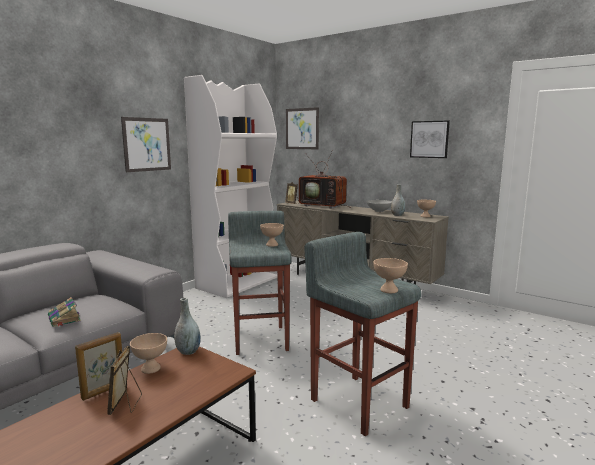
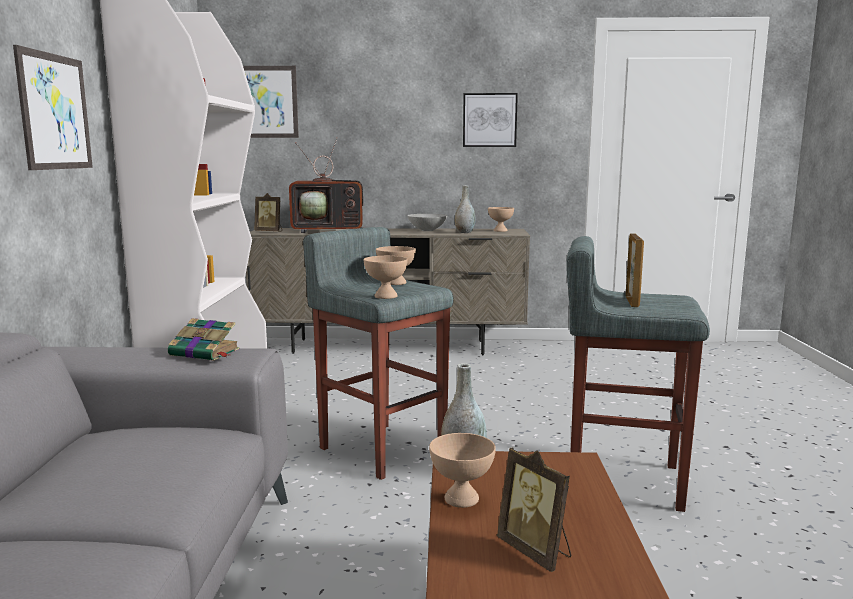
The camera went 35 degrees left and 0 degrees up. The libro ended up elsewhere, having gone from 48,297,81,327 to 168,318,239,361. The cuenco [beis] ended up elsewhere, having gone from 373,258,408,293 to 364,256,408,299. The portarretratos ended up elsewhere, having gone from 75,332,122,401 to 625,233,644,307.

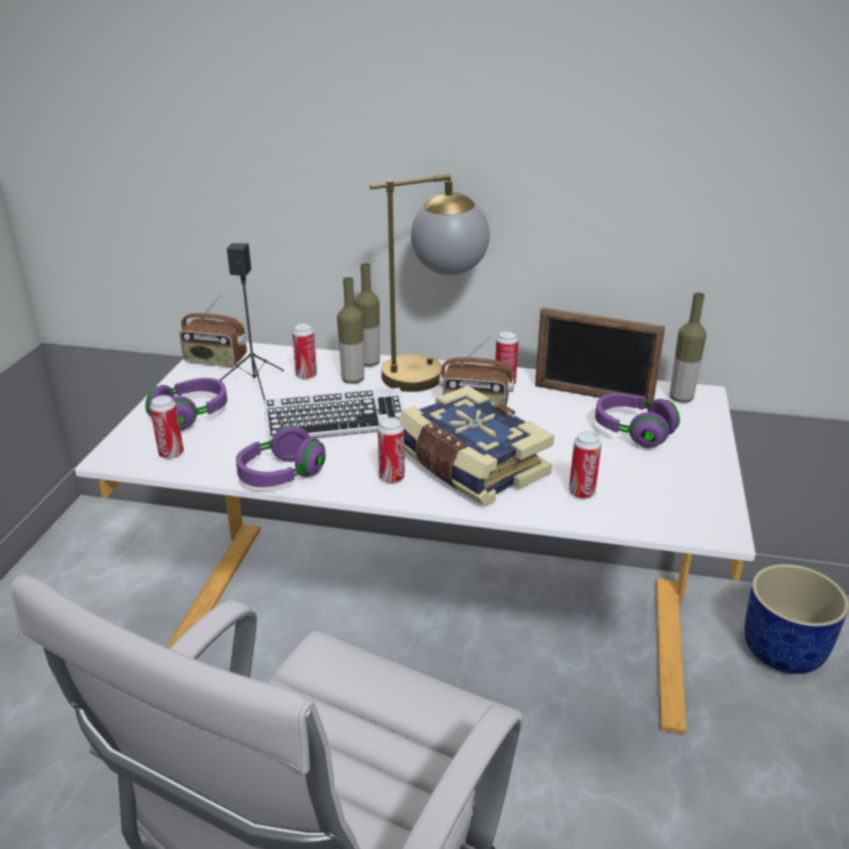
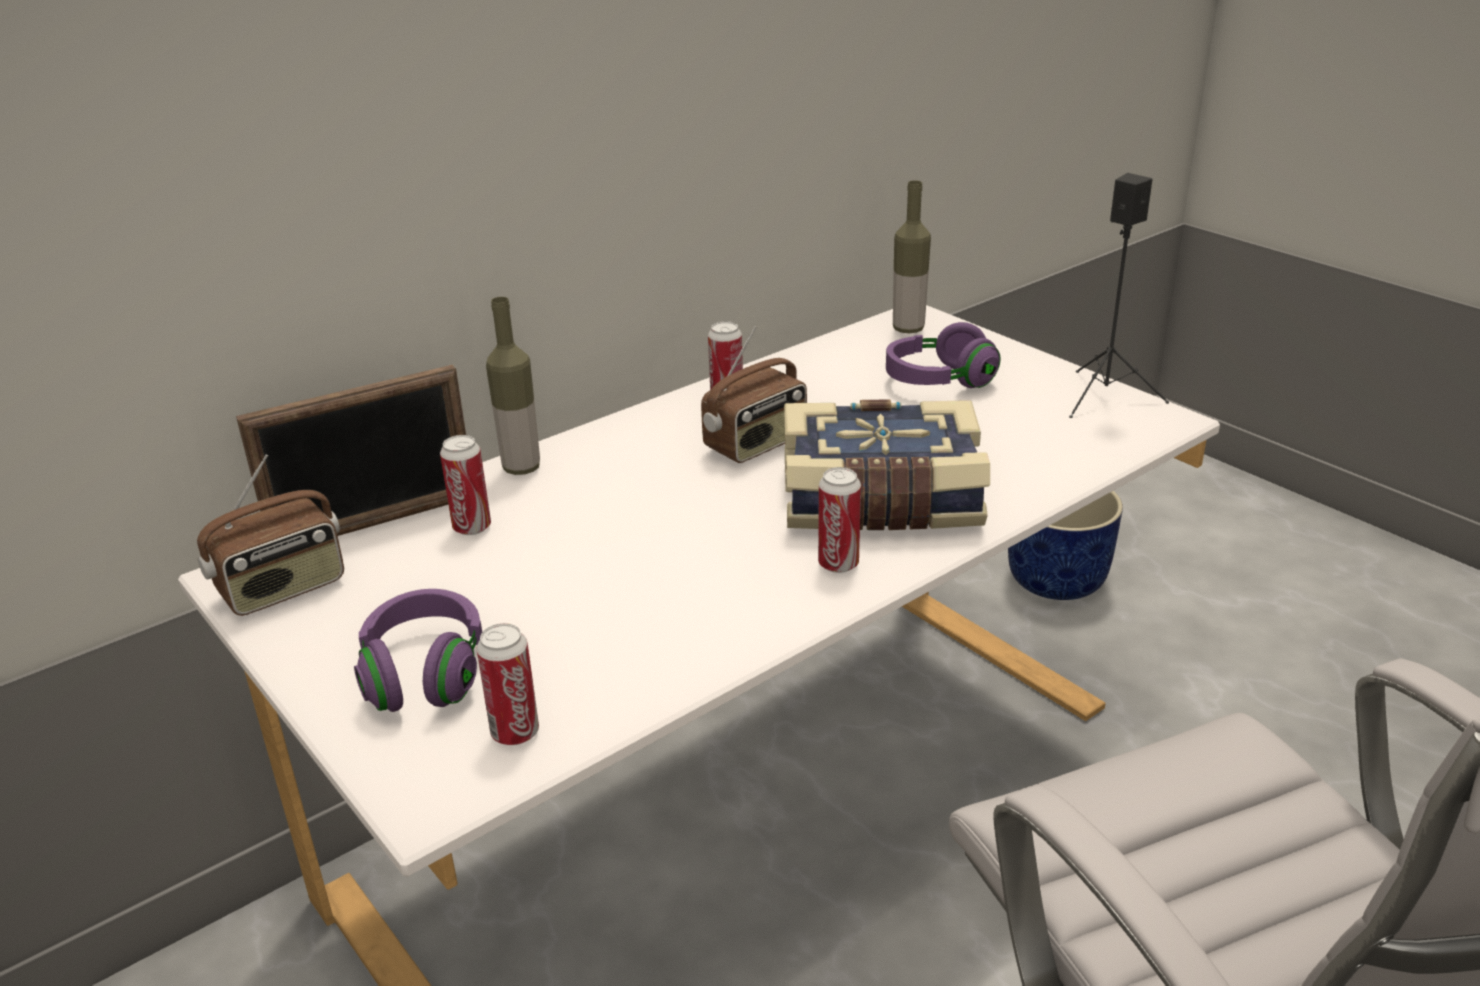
The camera went 50 degrees left and 0 degrees up. The portarretratos ended up elsewhere, having gone from 535,308,665,407 to 236,365,466,536. The altavoz [negro] ended up elsewhere, having gone from 220,243,284,403 to 1069,173,1169,418. The second view lost the auriculares [morado] at 236,425,326,487. The second view lost the teclado at 265,388,405,442. The second view lost the botella at 337,277,364,384. The second view lost the lámpara de mesa at 370,174,490,392. The second view lost the lata at 569,431,601,499.

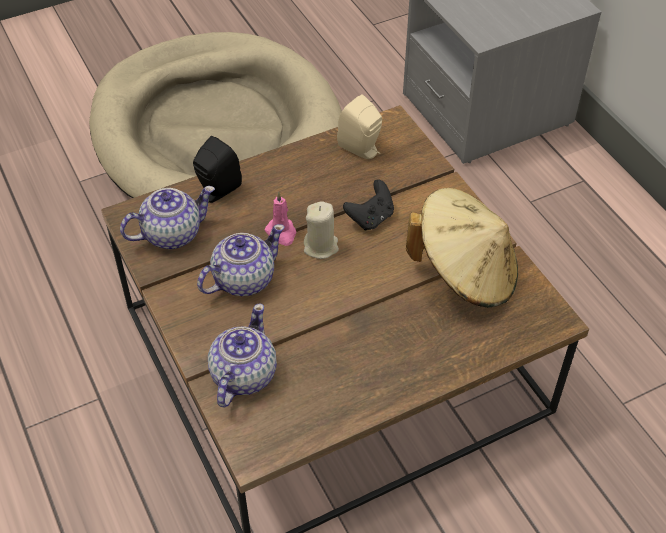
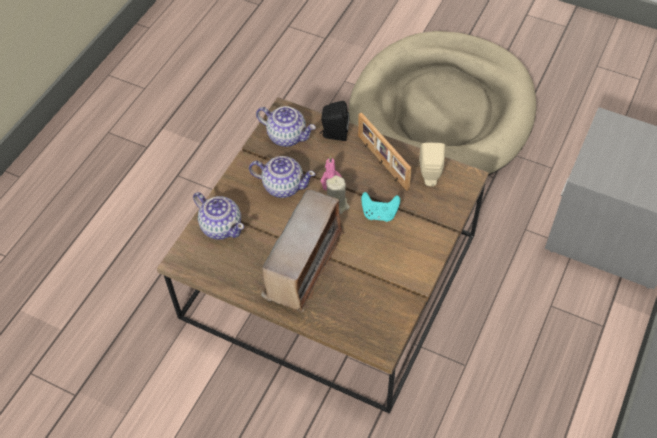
The camera went 55 degrees right and 5 degrees up. The tetera at 208,303,277,408 ended up facing another way, 60 degrees clockwise from before. The second view gained the radio at 261,186,345,313. The second view gained the portarretratos at 358,113,412,191. What was the mando de consola [negro] at 343,179,394,231 turned into the mando de consola [turquesa] at 361,192,400,222. The second view lost the sombrero [beis] at 406,188,518,308.

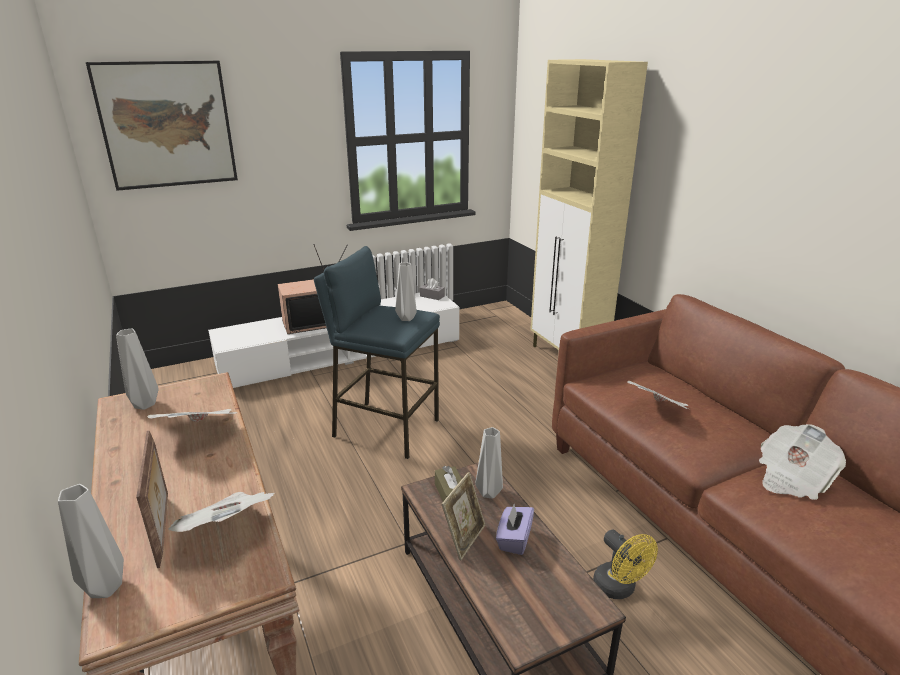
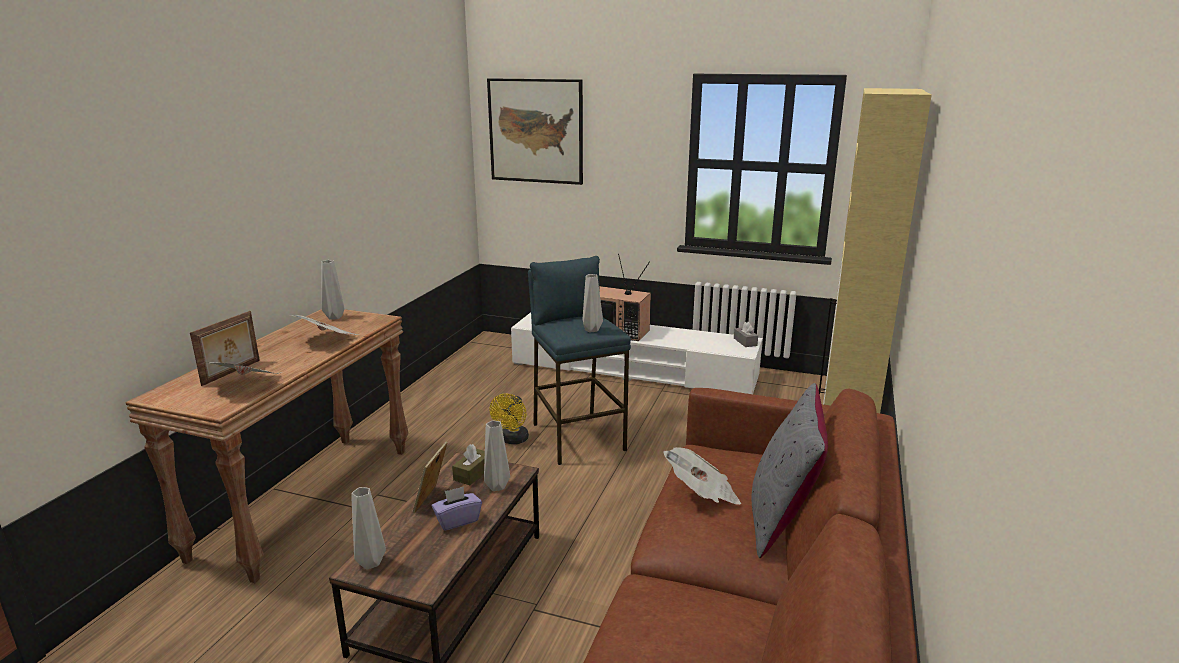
The camera went 45 degrees right and 5 degrees down. The florero [gris] ended up elsewhere, having gone from 58,484,124,598 to 351,487,386,569. The portarretratos at 442,472,485,560 ended up facing another way, 120 degrees clockwise from before. The ventilador [amarillo] ended up elsewhere, having gone from 593,529,658,599 to 490,394,529,444. The second view gained the cojín [gris] at 751,383,828,558. The second view lost the periódico at 759,424,846,500.

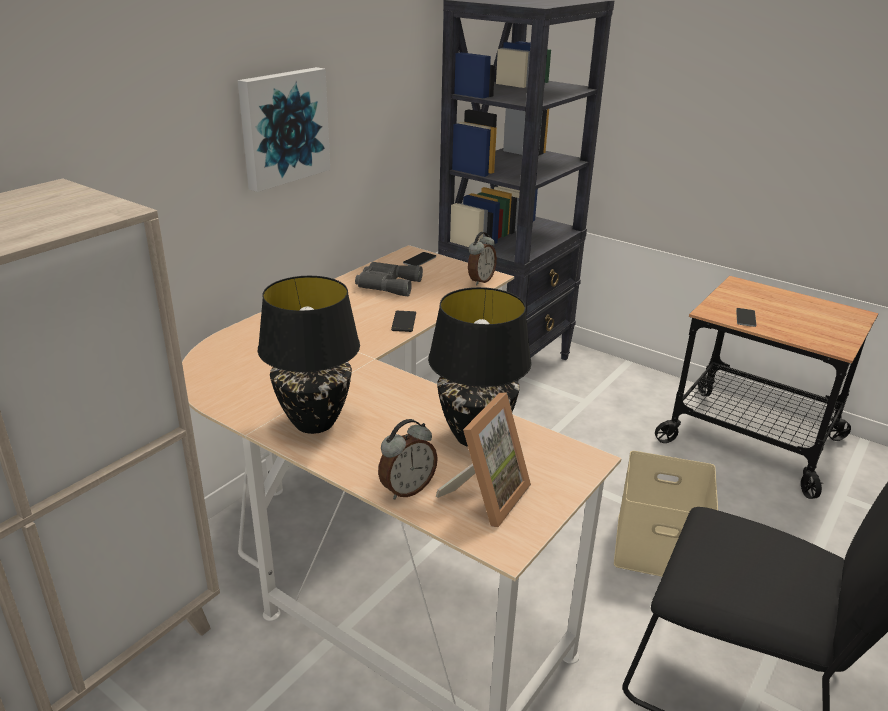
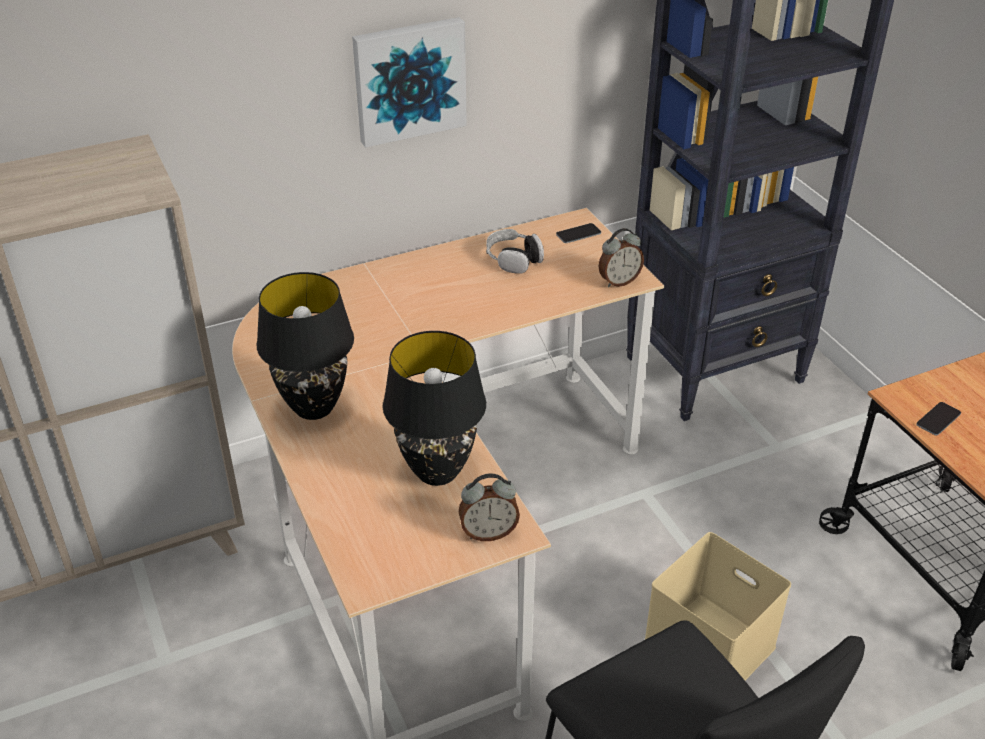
The camera went 30 degrees right and 10 degrees up. The despertador ended up elsewhere, having gone from 378,419,438,500 to 459,473,520,541. Where the prismáticos [gris] stood at 355,262,423,296, the auriculares came to stand at 486,229,544,274. The second view lost the móvil at 391,311,416,332. The second view lost the portarretratos at 436,393,531,527.

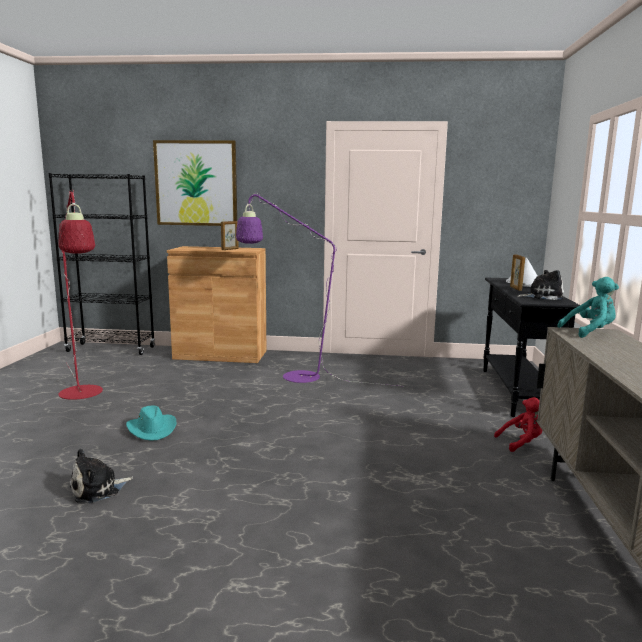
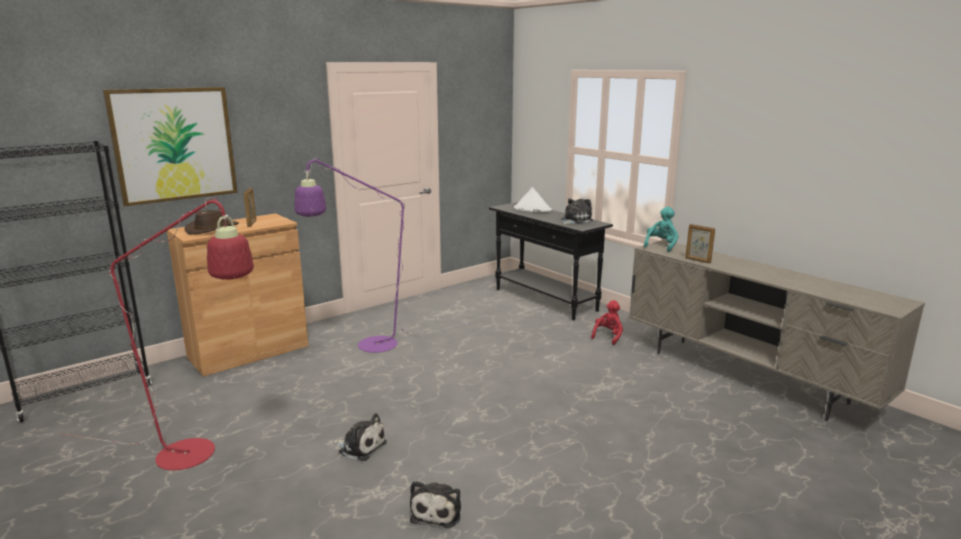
The camera went 45 degrees left and 5 degrees up. The second view gained the sombrero [marrón] at 184,210,239,235. Where the sombrero [turquesa] stood at 126,406,176,440, the peluche came to stand at 333,413,387,461. The portarretratos ended up elsewhere, having gone from 510,254,525,291 to 685,224,715,263.

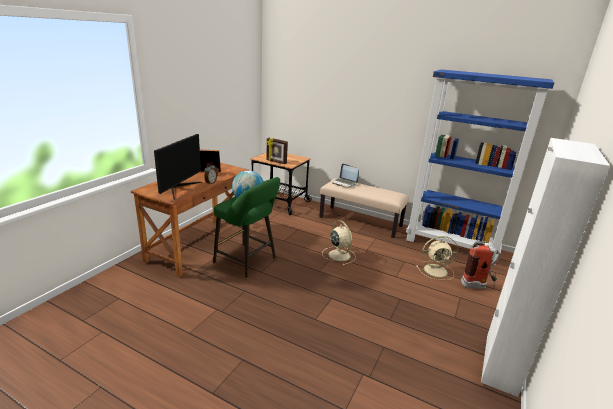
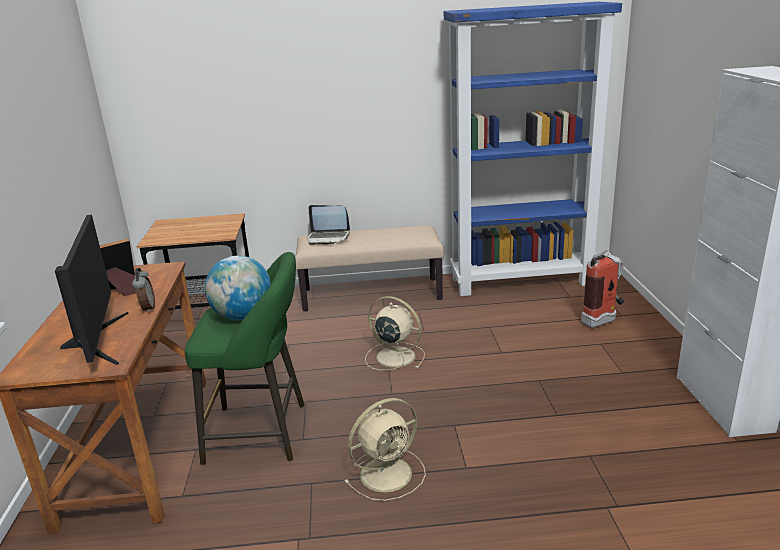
The camera went 30 degrees left and 0 degrees up. The ventilador [beis] ended up elsewhere, having gone from 416,236,458,280 to 344,398,426,501. The second view lost the portarretratos at 266,138,288,164.

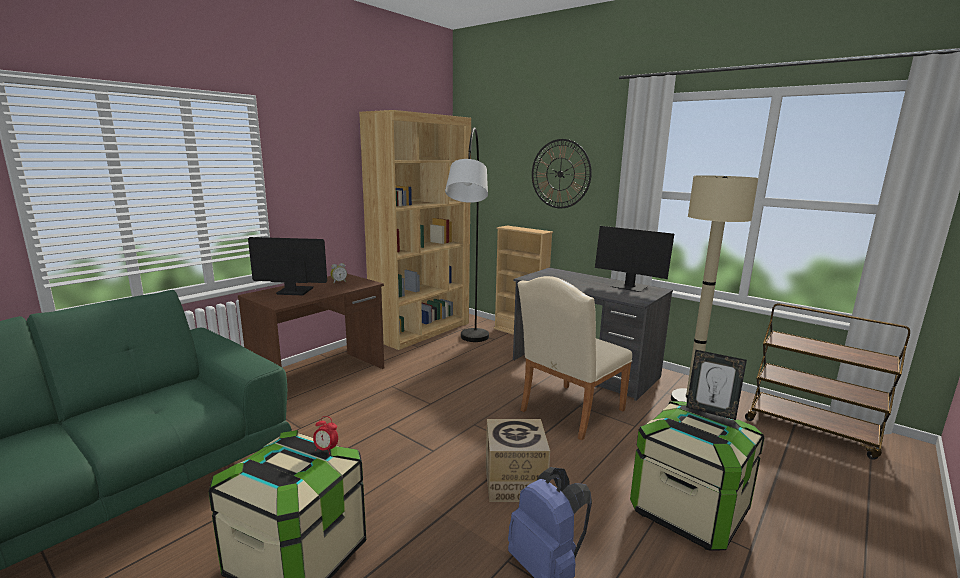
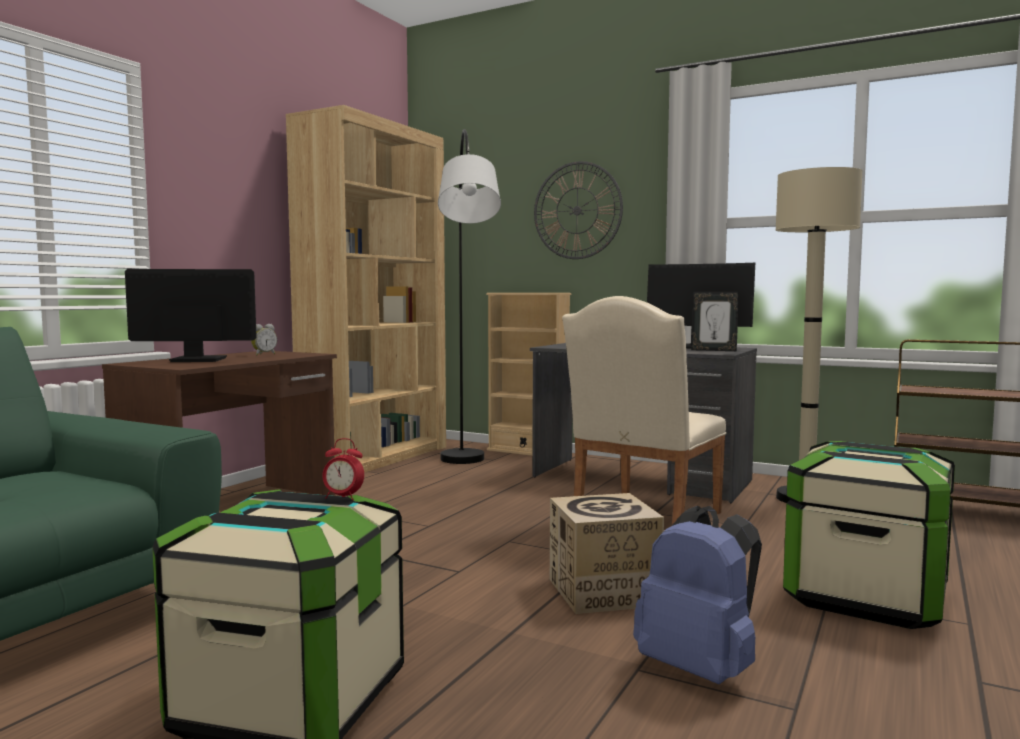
The camera went 10 degrees left and 10 degrees down. The portarretratos ended up elsewhere, having gone from 686,350,747,420 to 691,292,739,351.

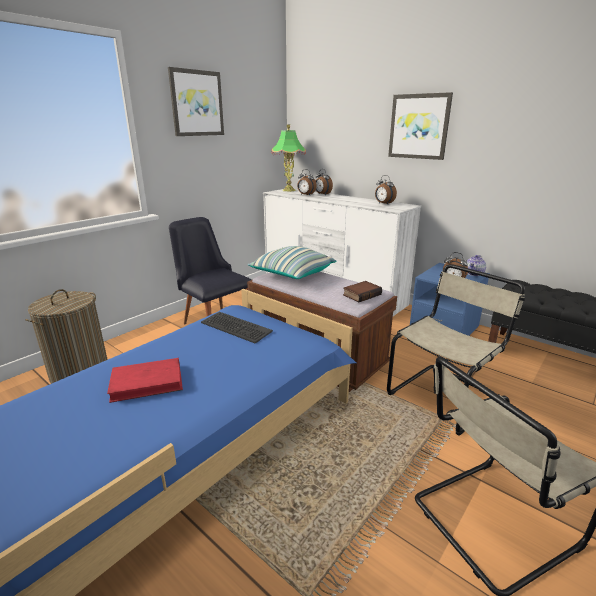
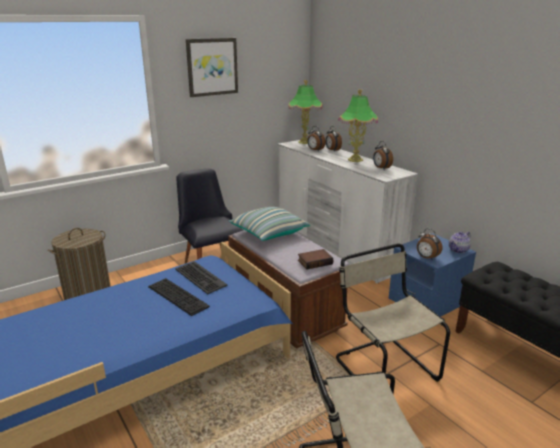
The camera went 15 degrees right and 0 degrees up. The second view gained the teclado at 148,278,210,316. The silla [beis] at 387,264,525,436 ended up facing another way, 90 degrees counterclockwise from before. The second view gained the lámpara de mesa at 338,89,378,162. The second view lost the libro [rojo] at 107,358,183,403. The second view lost the cuadro at 388,92,453,160.

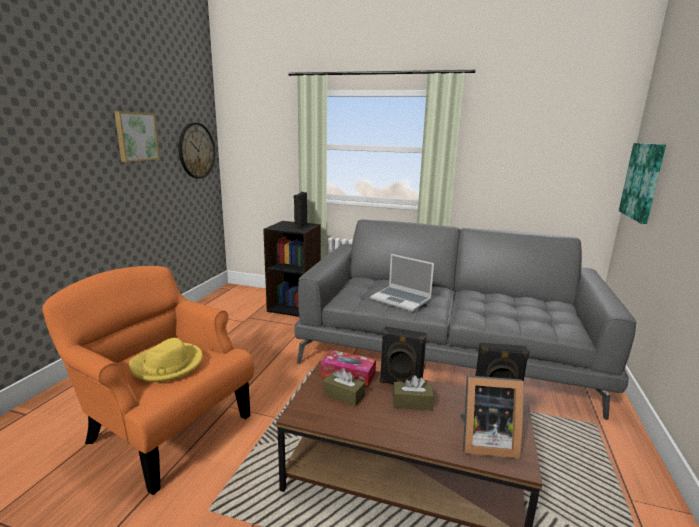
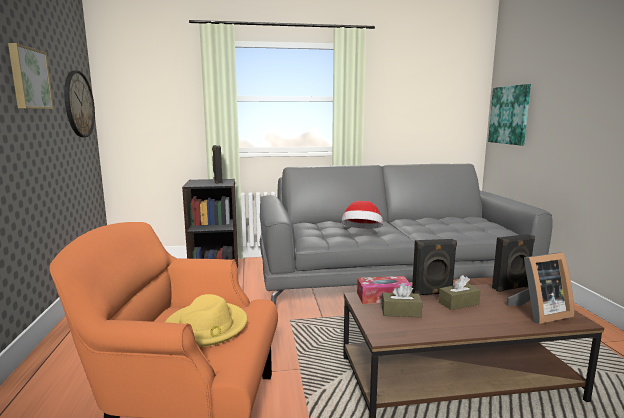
The camera went 25 degrees left and 5 degrees down. Where the portátil stood at 370,254,434,311, the sombrero came to stand at 341,201,383,229.

